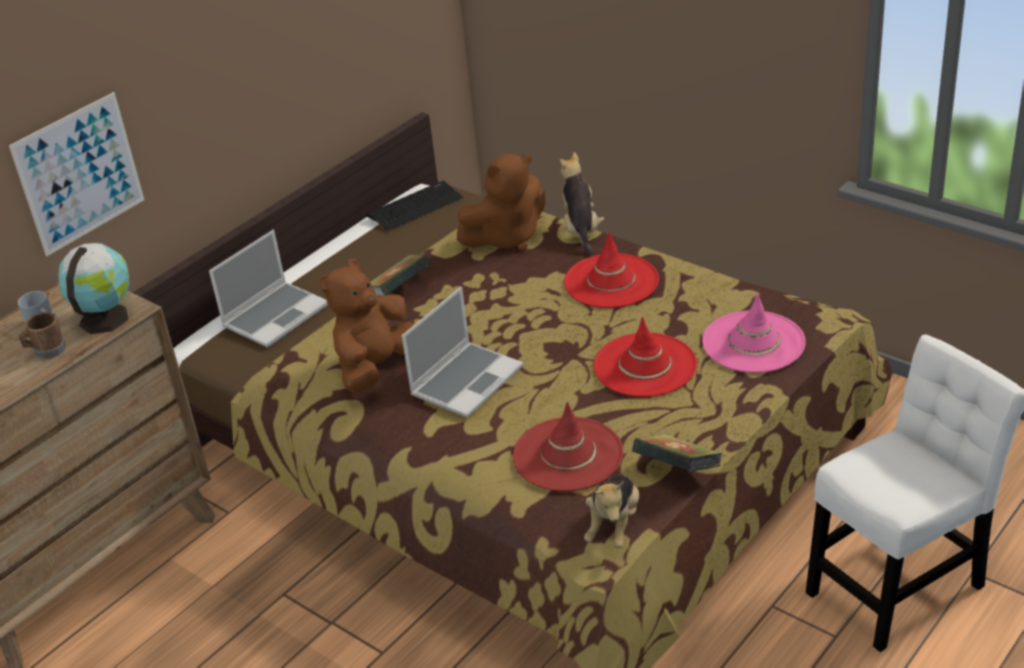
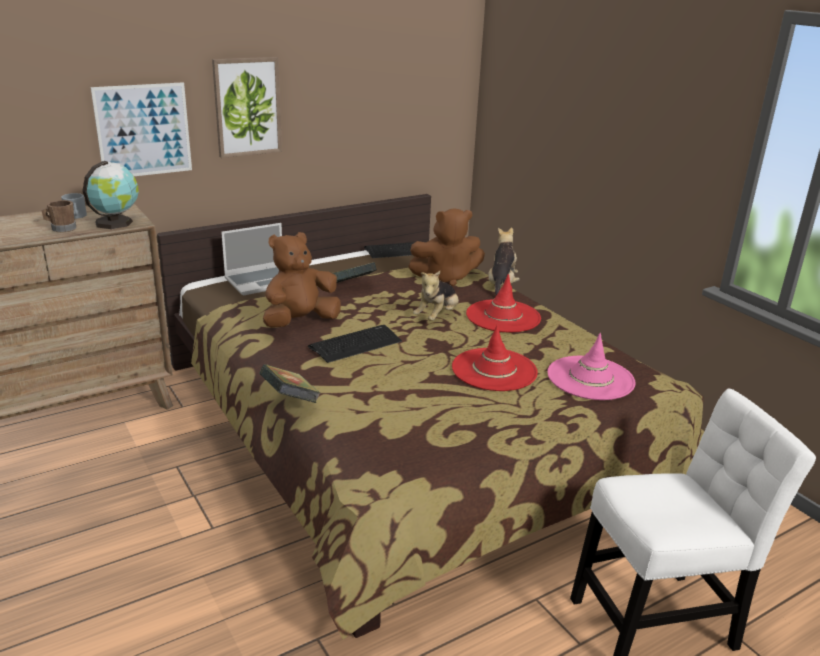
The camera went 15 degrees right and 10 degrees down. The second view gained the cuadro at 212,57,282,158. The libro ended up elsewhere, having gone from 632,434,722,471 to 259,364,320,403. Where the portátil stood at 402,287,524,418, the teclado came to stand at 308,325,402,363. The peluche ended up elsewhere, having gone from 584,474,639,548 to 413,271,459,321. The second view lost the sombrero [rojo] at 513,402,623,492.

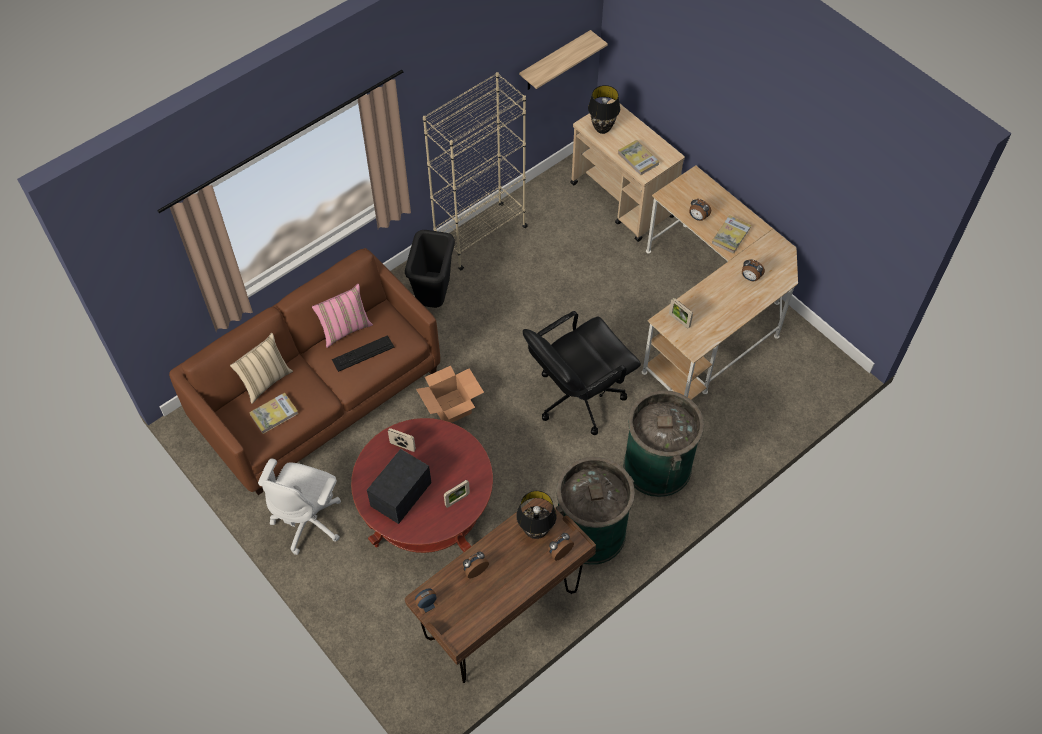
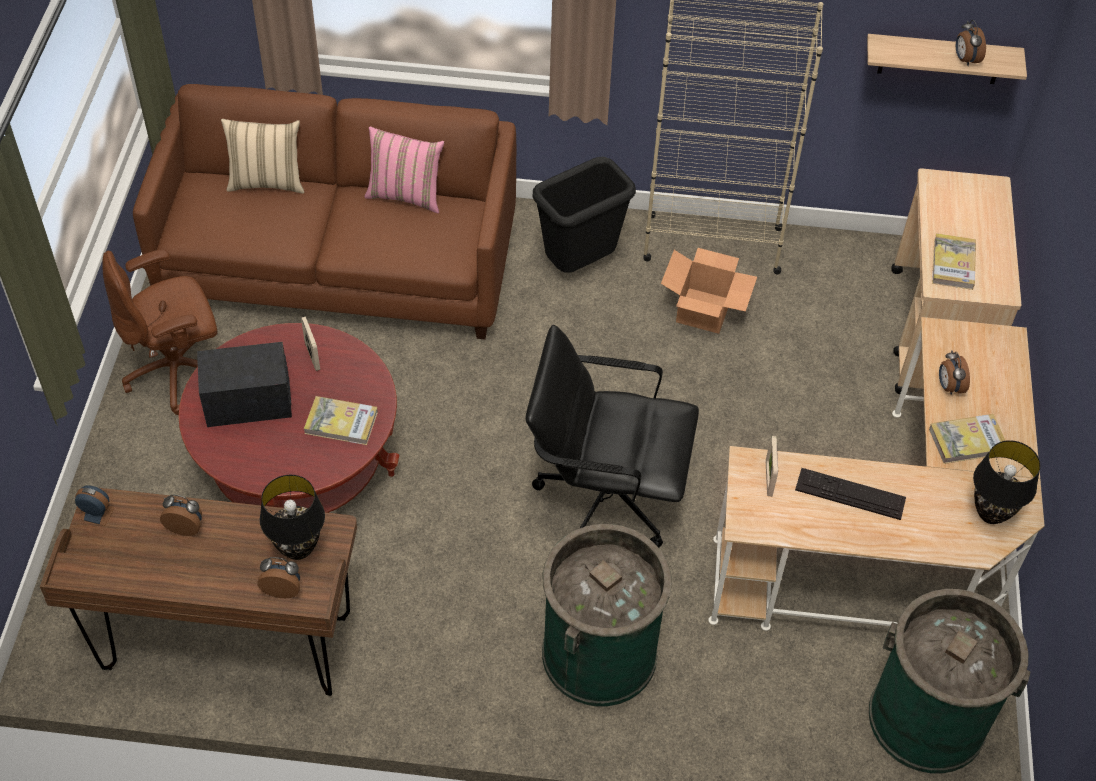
The camera went 45 degrees right and 5 degrees down. What was the silla de oficina [blanco] at 258,459,341,555 turned into the silla de oficina [marrón] at 102,249,218,415. The libro ended up elsewhere, having gone from 249,393,299,434 to 304,396,378,445. The caja de cartón ended up elsewhere, having gone from 416,366,484,423 to 661,248,757,334. The teclado ended up elsewhere, having gone from 332,335,394,372 to 795,468,906,520. The papelera [verde] ended up elsewhere, having gone from 556,457,635,565 to 868,589,1031,774. The despertador ended up elsewhere, having gone from 742,259,765,281 to 956,20,986,66. The lámpara de mesa [negro] ended up elsewhere, having gone from 588,85,620,134 to 973,440,1040,524. The second view lost the portarretratos at 444,480,470,508.

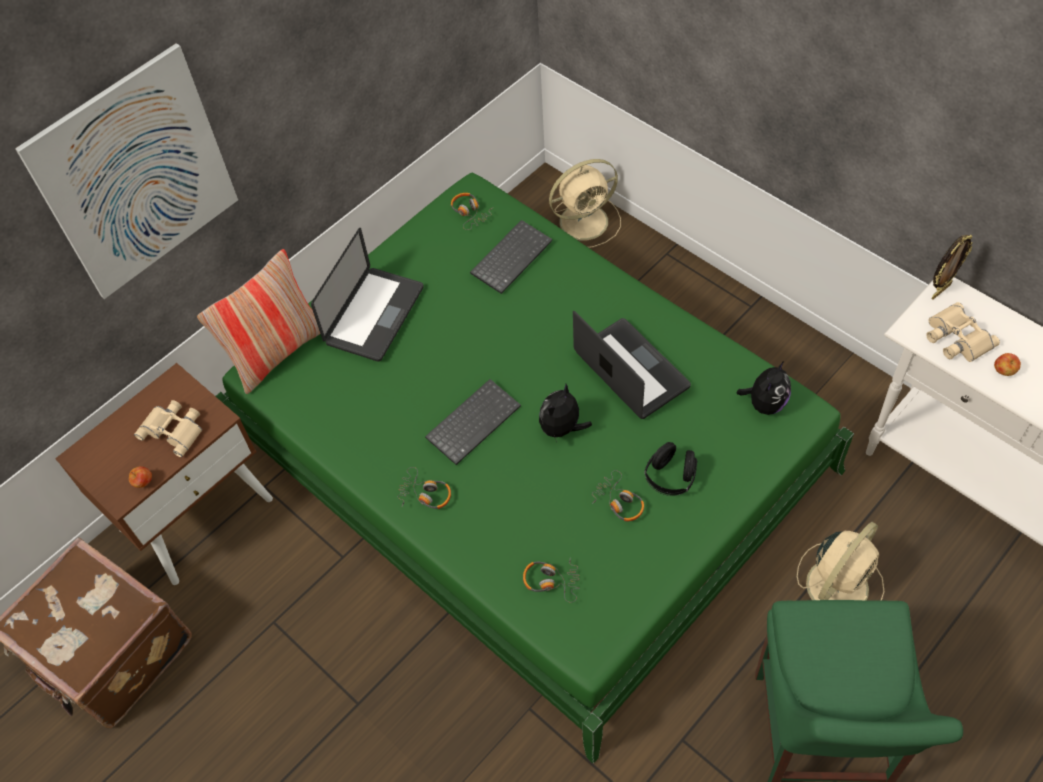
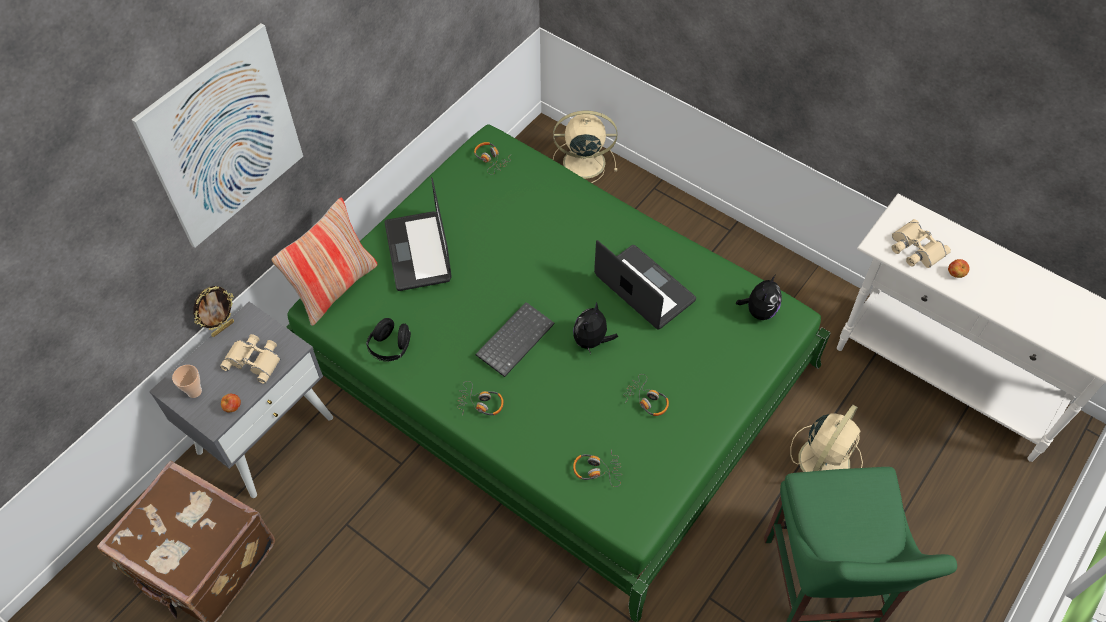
The camera went 10 degrees left and 0 degrees up. What was the mesita de noche [marrón] at 55,363,273,585 turned into the mesita de noche [gris] at 149,302,333,498. The second view gained the taza at 172,365,202,398. The portarretratos ended up elsewhere, having gone from 932,235,972,299 to 193,286,234,337. The auriculares [negro] ended up elsewhere, having gone from 644,442,697,496 to 366,318,411,362. The portátil at 311,228,424,362 ended up facing another way, 150 degrees clockwise from before. The ventilador [beis] at 549,159,621,248 ended up facing another way, 150 degrees counterclockwise from before. The second view lost the teclado at 470,220,552,294.

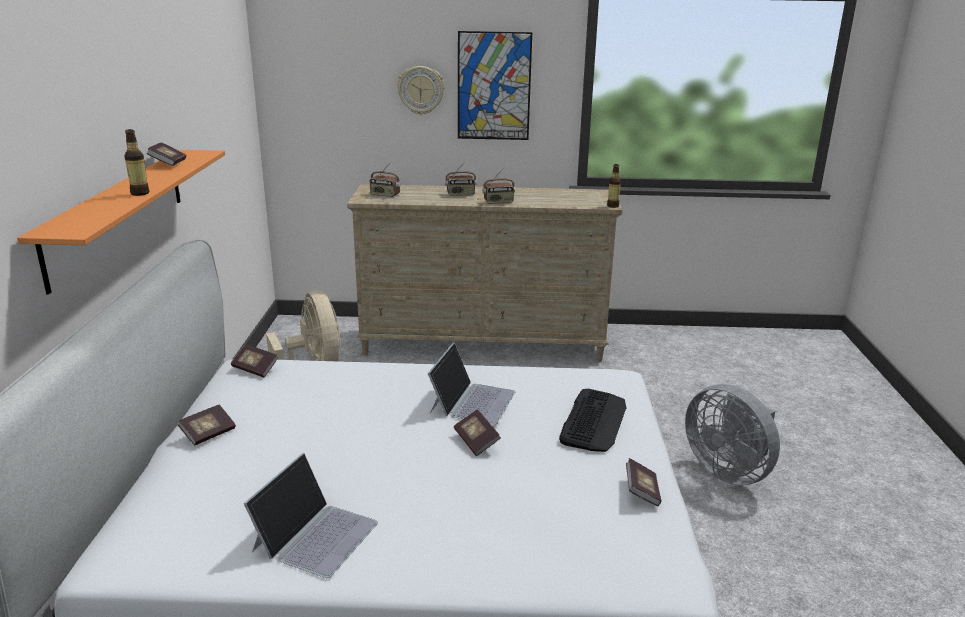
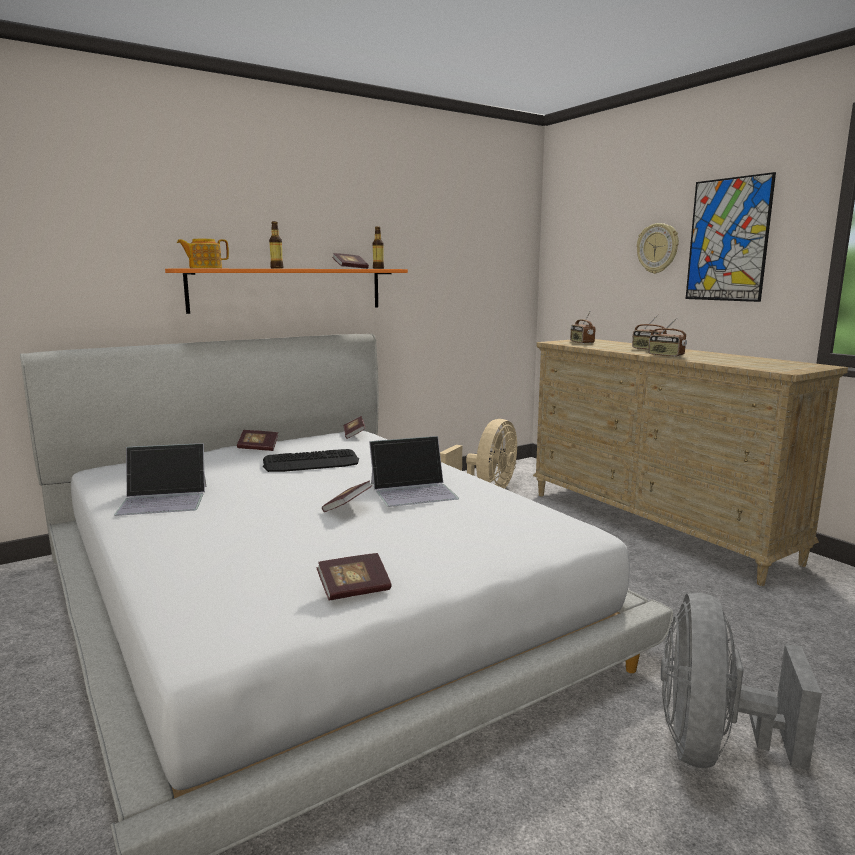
The camera went 55 degrees right and 10 degrees down. The second view gained the tetera at 177,239,229,268. The teclado ended up elsewhere, having gone from 559,389,626,452 to 263,449,359,472. The botella ended up elsewhere, having gone from 607,164,621,208 to 373,227,384,269.

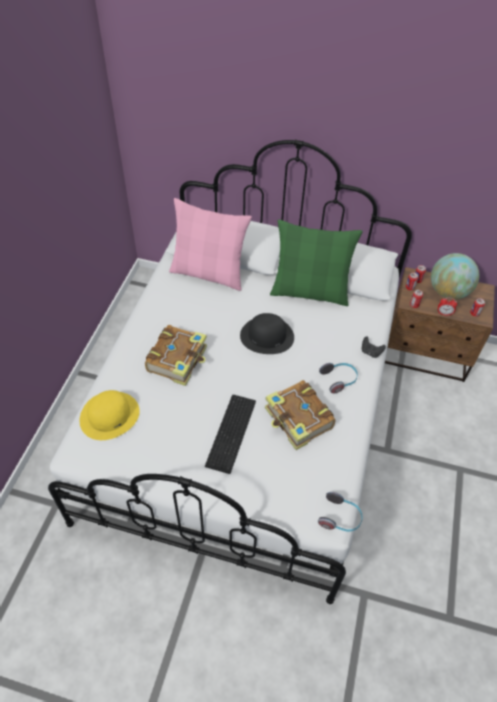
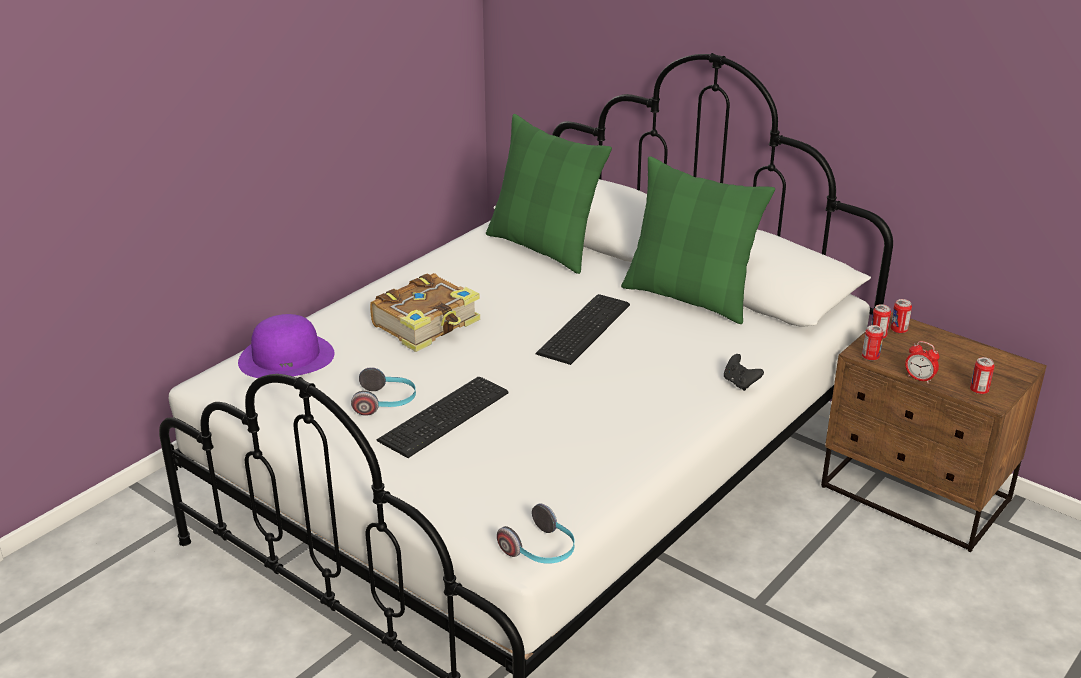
The camera went 25 degrees right and 20 degrees down. What was the sombrero [amarillo] at 80,390,140,440 turned into the sombrero [morado] at 238,314,334,378. The auriculares ended up elsewhere, having gone from 319,363,358,393 to 351,367,416,416. What was the cojín [rosa] at 169,198,252,291 turned into the cojín [verde] at 486,114,612,274. Where the sombrero [negro] stood at 240,313,294,354, the teclado came to stand at 535,294,630,365. The second view lost the libro at 265,380,336,450. The second view lost the globo terráqueo at 431,253,479,300.

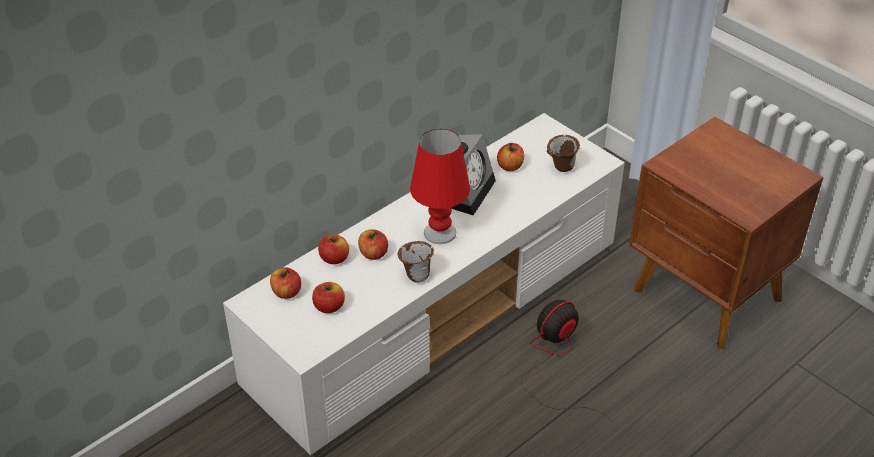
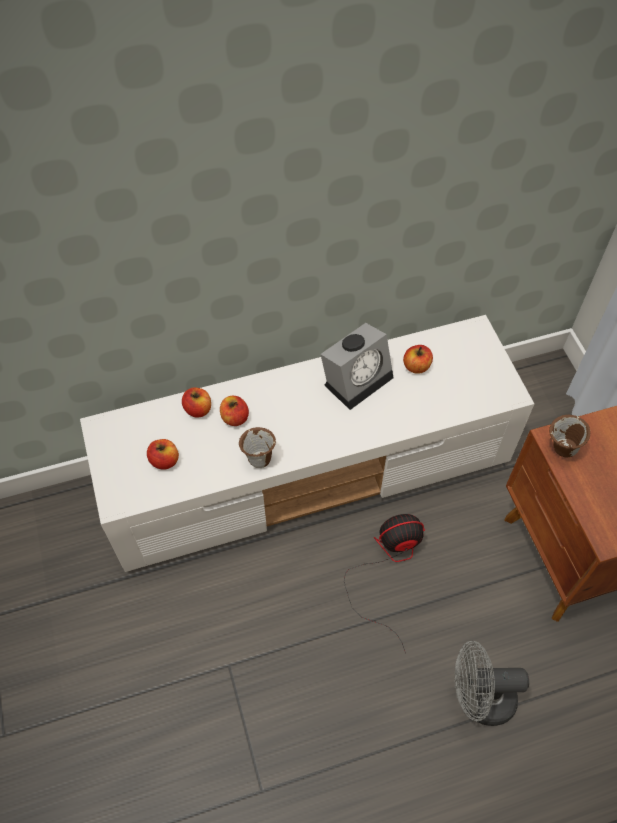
The camera went 25 degrees right and 15 degrees up. The second view gained the ventilador [gris] at 455,641,529,726. The taza grande [marrón] ended up elsewhere, having gone from 547,135,580,172 to 549,415,590,457. The second view lost the manzana at 270,267,301,299. The second view lost the lámpara de mesa [rojo] at 410,129,470,244.

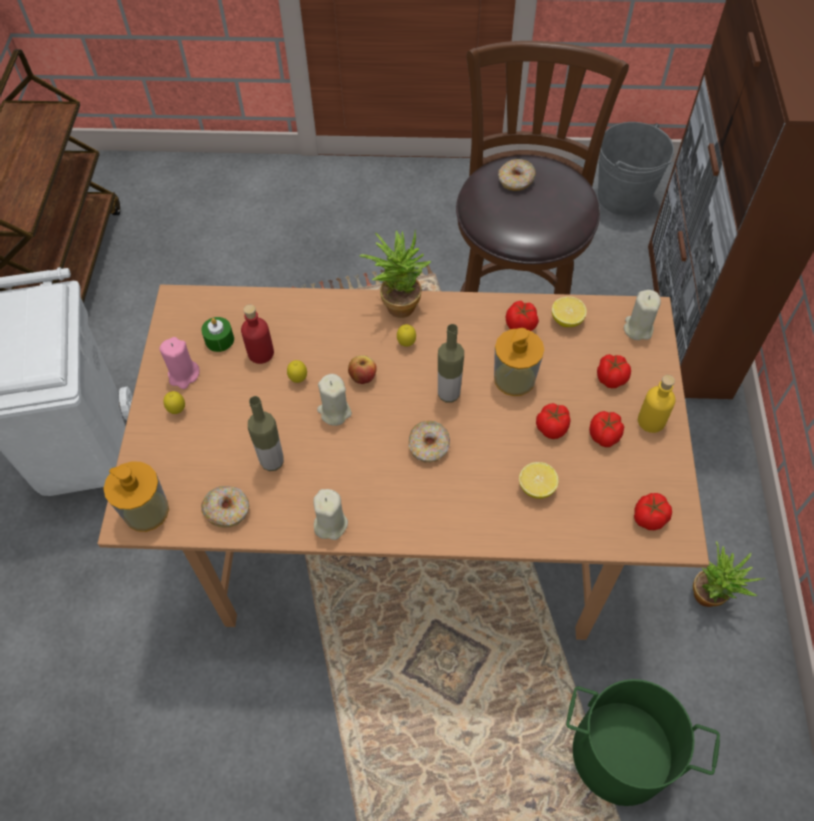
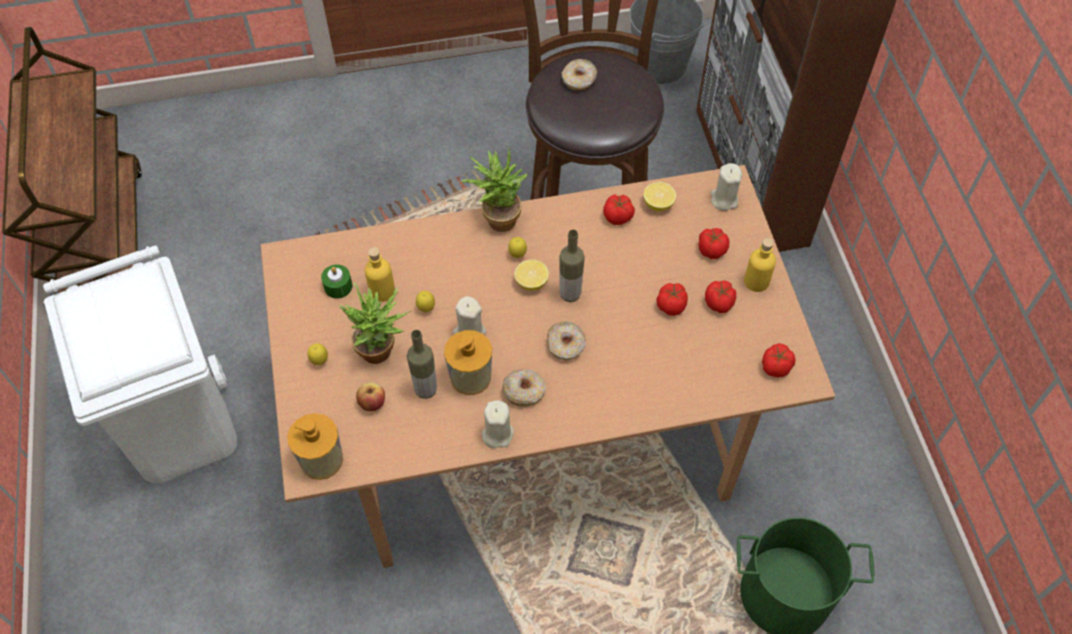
The camera went 15 degrees left and 0 degrees up. The planta en maceta ended up elsewhere, having gone from 693,541,765,607 to 339,282,412,364. The manzana ended up elsewhere, having gone from 348,355,377,384 to 356,382,385,411. What was the botella [rojo] at 241,304,274,364 turned into the botella [amarillo] at 365,247,395,302. The dispensador de jabón ended up elsewhere, having gone from 494,328,544,396 to 444,330,492,395. The rosquilla ended up elsewhere, having gone from 201,486,249,528 to 502,369,546,407. The limón ended up elsewhere, having gone from 519,462,559,499 to 514,259,549,290. The second view lost the vela [rosa] at 159,337,200,389.

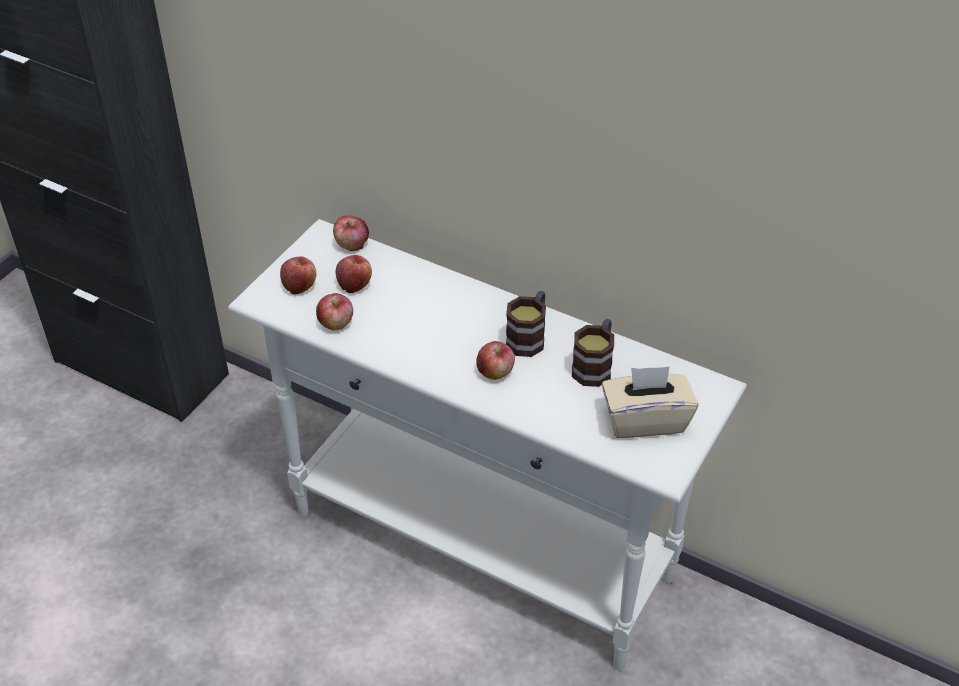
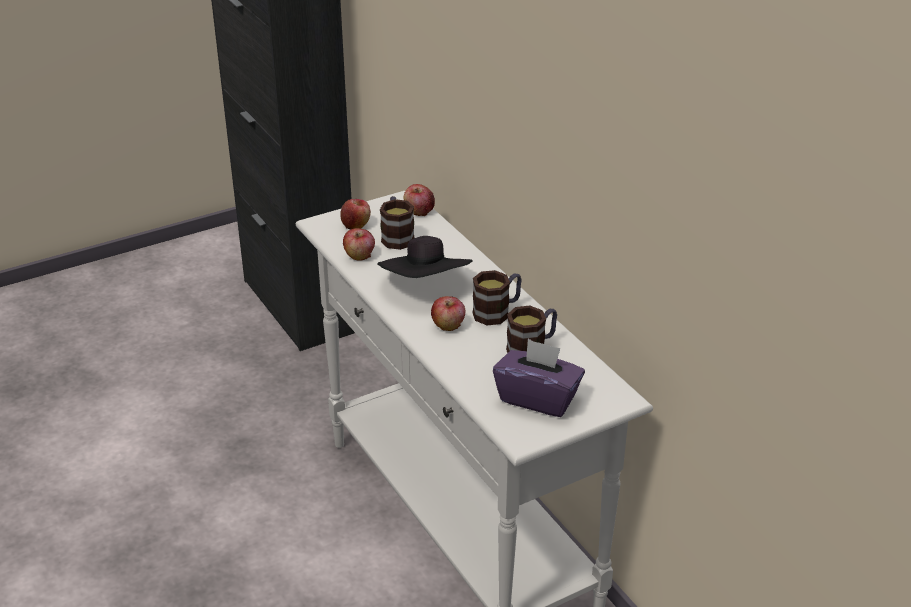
The camera went 30 degrees right and 10 degrees down. The second view gained the sombrero [negro] at 377,236,473,278. Where the manzana stood at 336,255,372,293, the taza grande came to stand at 380,196,415,250. What was the caja de pañuelos [beis] at 602,367,698,438 turned into the caja de pañuelos [morado] at 493,339,585,417.

